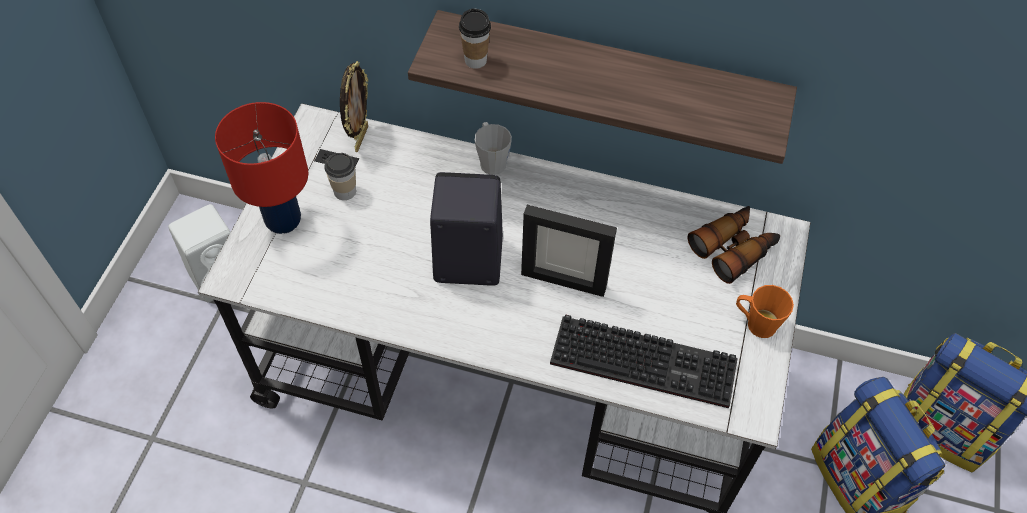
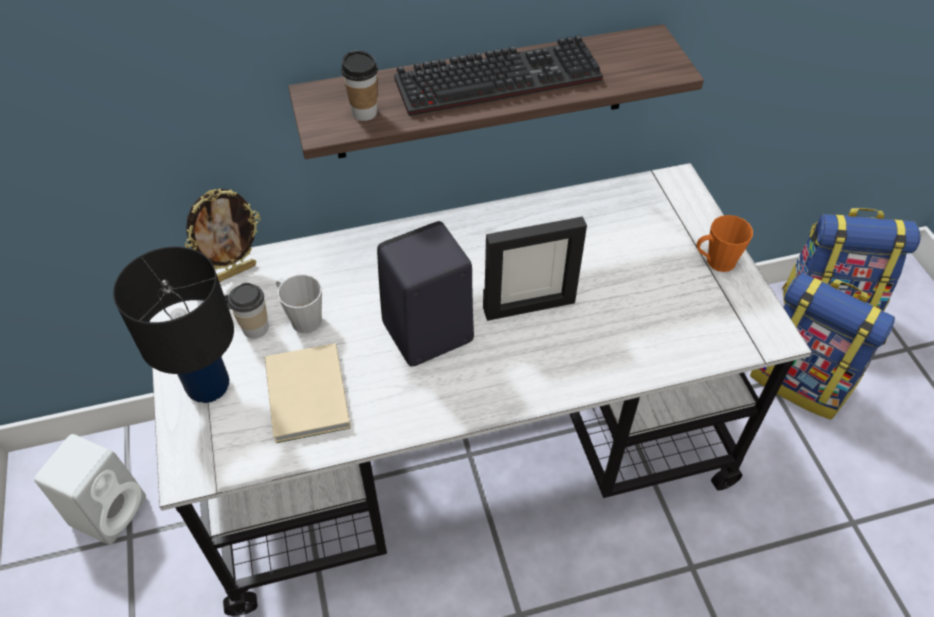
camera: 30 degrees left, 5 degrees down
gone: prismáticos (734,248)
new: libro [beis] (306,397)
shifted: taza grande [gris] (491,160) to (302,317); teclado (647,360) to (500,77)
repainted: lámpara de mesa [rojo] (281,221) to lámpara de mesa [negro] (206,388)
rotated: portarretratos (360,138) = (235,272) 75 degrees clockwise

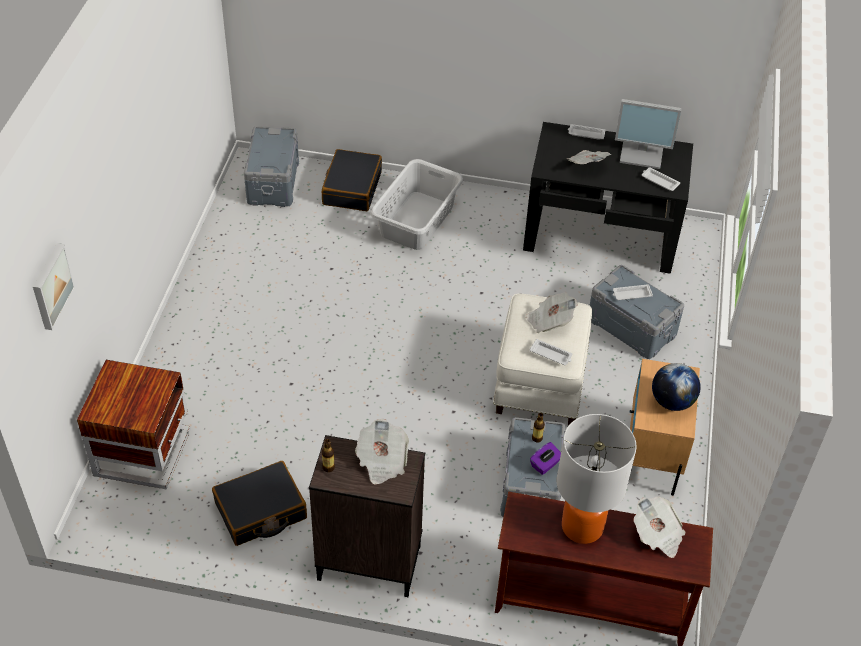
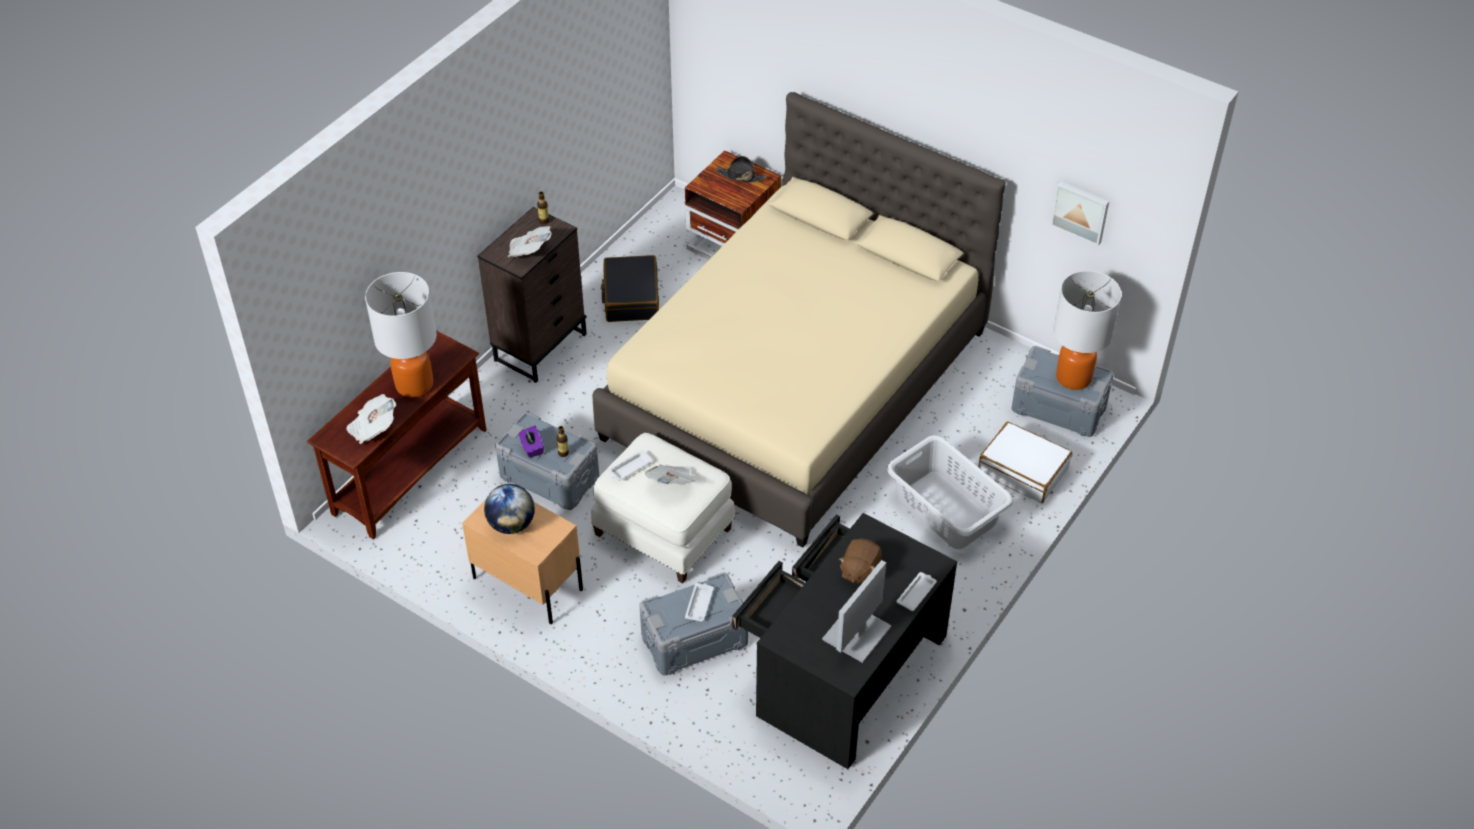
camera: 115 degrees right, 0 degrees up
gone: bandeja [blanco] (659,181)
new: cama [beis] (797,384); sombrero [negro] (741,176); lámpara de mesa (1074,377)
shifted: cuadro (51,286) to (1080,211)
swapped: periódico (587,165) to peluche [marrón] (859,571)
repainted: maleta [negro] (351,188) to maleta [blanco] (1023,470)

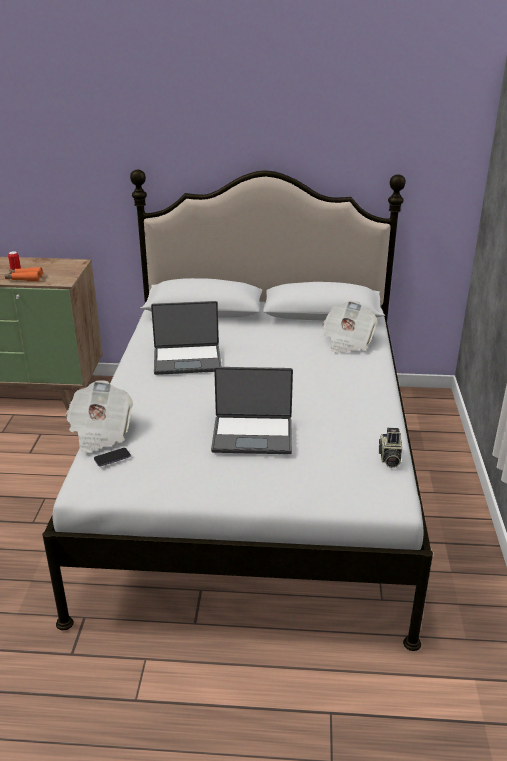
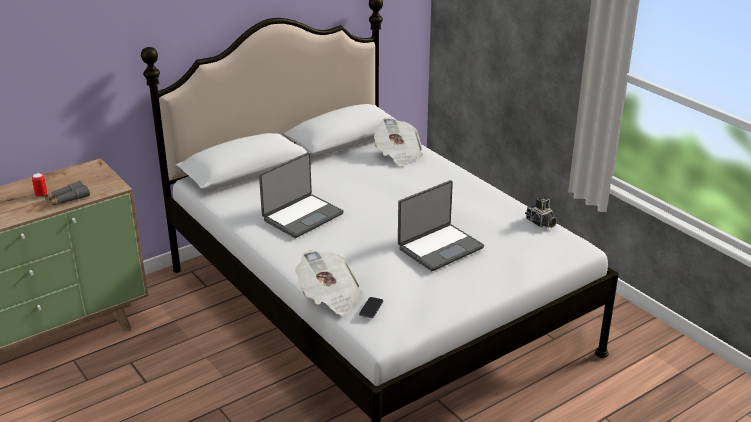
camera: 40 degrees left, 0 degrees up
repainted: prismáticos [naranja] (24,278) to prismáticos [gris] (67,199)

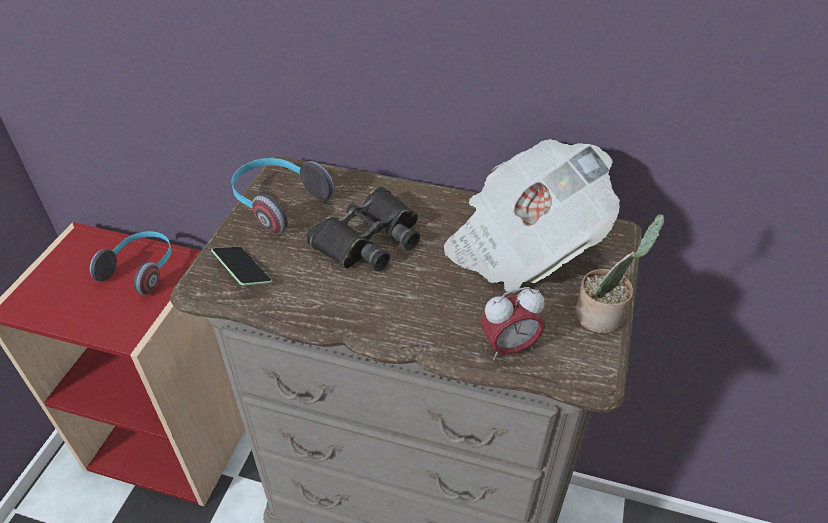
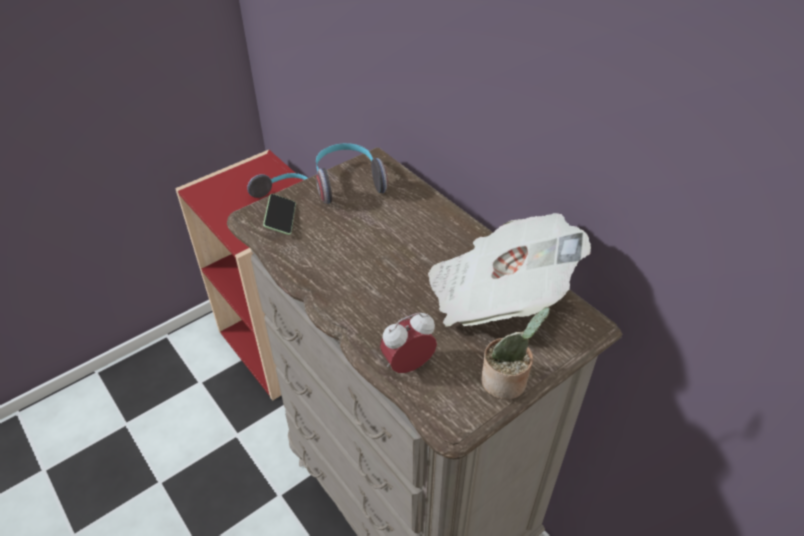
camera: 35 degrees right, 0 degrees up
gone: prismáticos [negro] (369,239)
rotated: despertador (509,347) = (408,365) 135 degrees clockwise

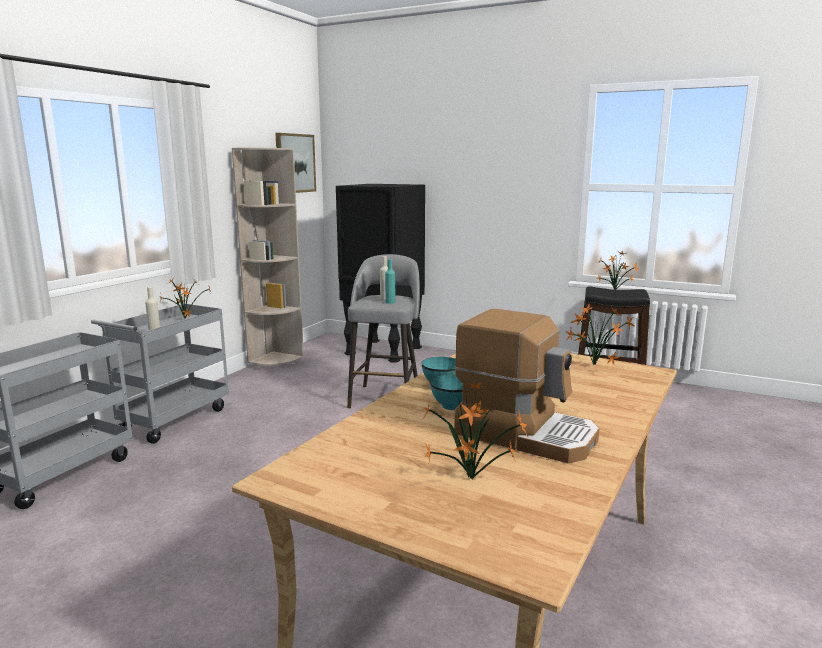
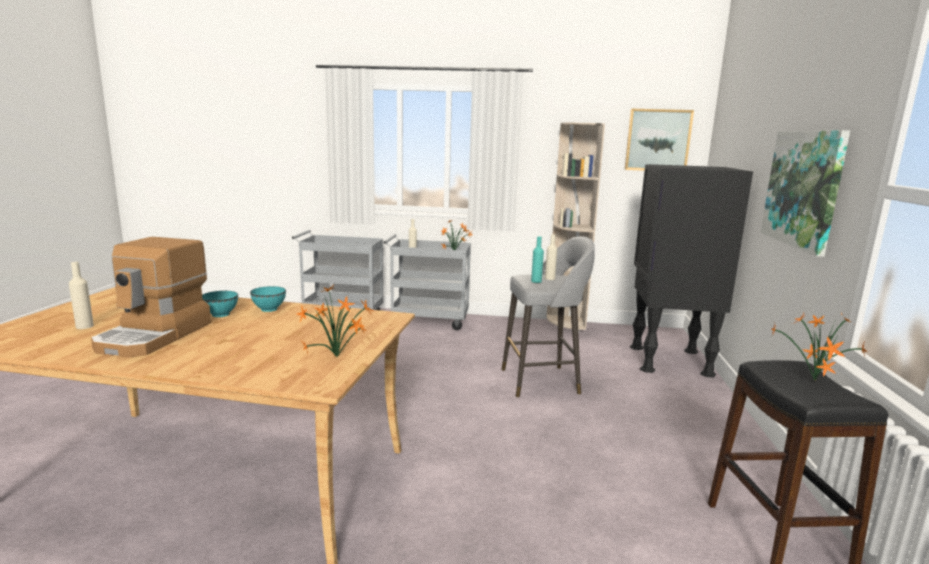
camera: 70 degrees right, 0 degrees up
new: cuadro (803,188)
swapped: planta en maceta (474,480) to botella [beis] (84,326)

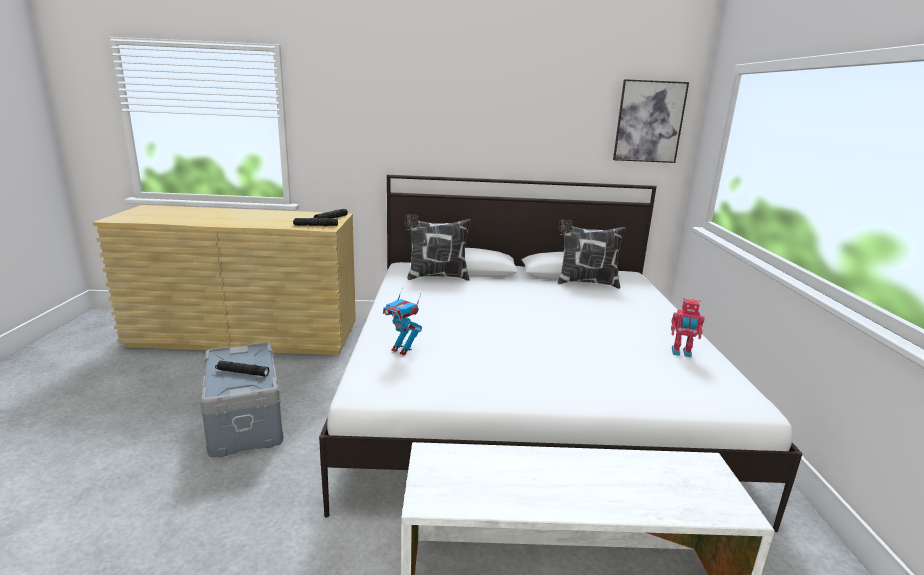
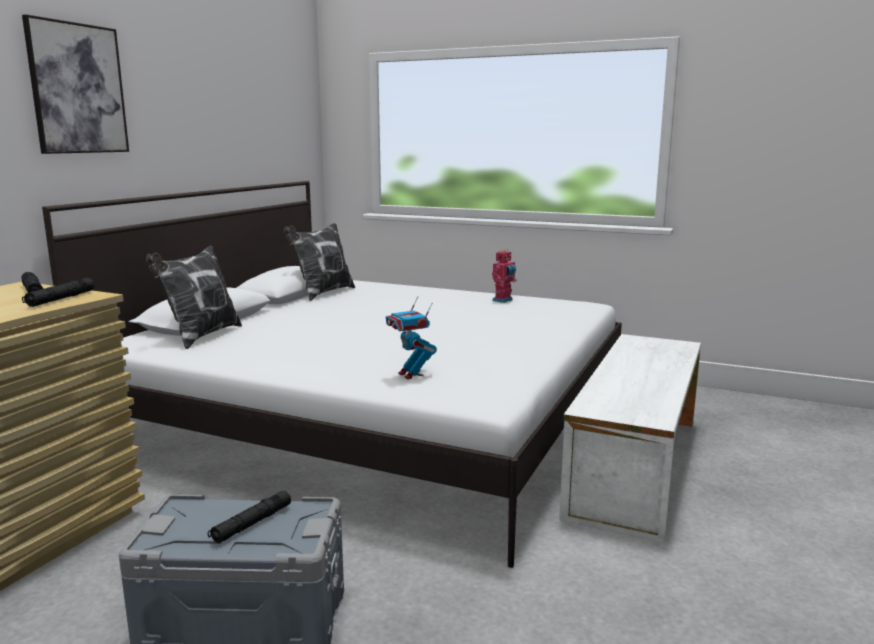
camera: 65 degrees left, 5 degrees down
shifted: cuadro (649,122) to (77,89)
rotated: robot de juguete (402,350) = (411,375) 90 degrees clockwise

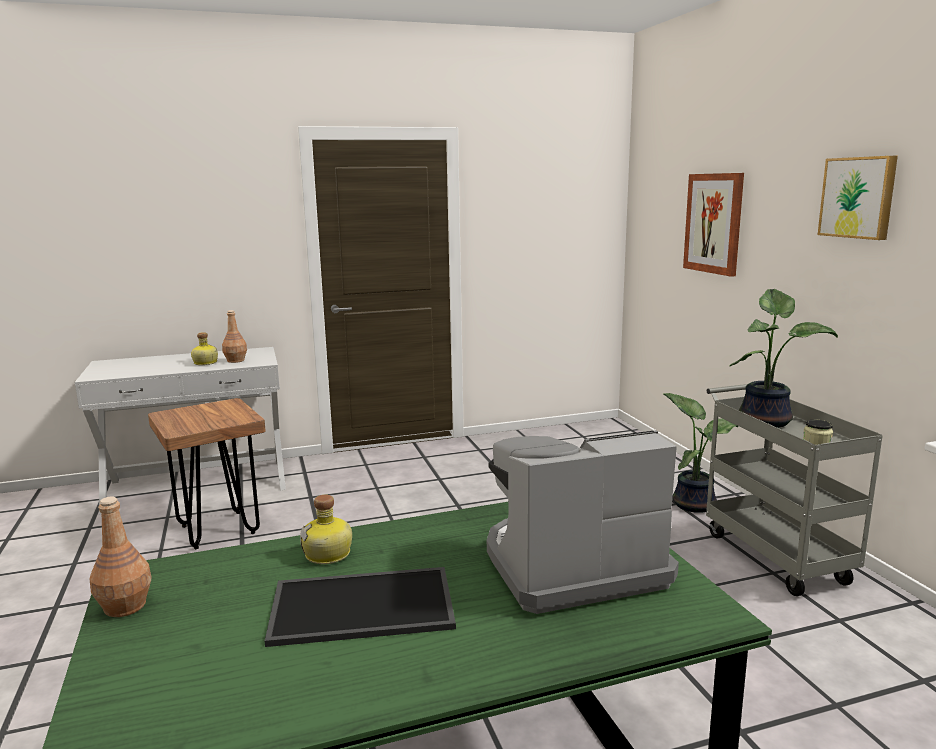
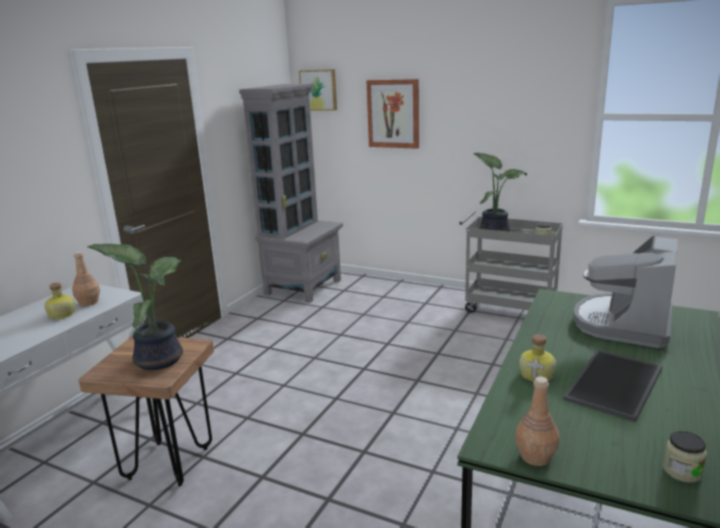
camera: 45 degrees left, 5 degrees up
new: armario [gris] (304,287); tarro (682,471)
shifted: planta en maceta (693,503) to (158,359); cuadro (858,197) to (319,90)

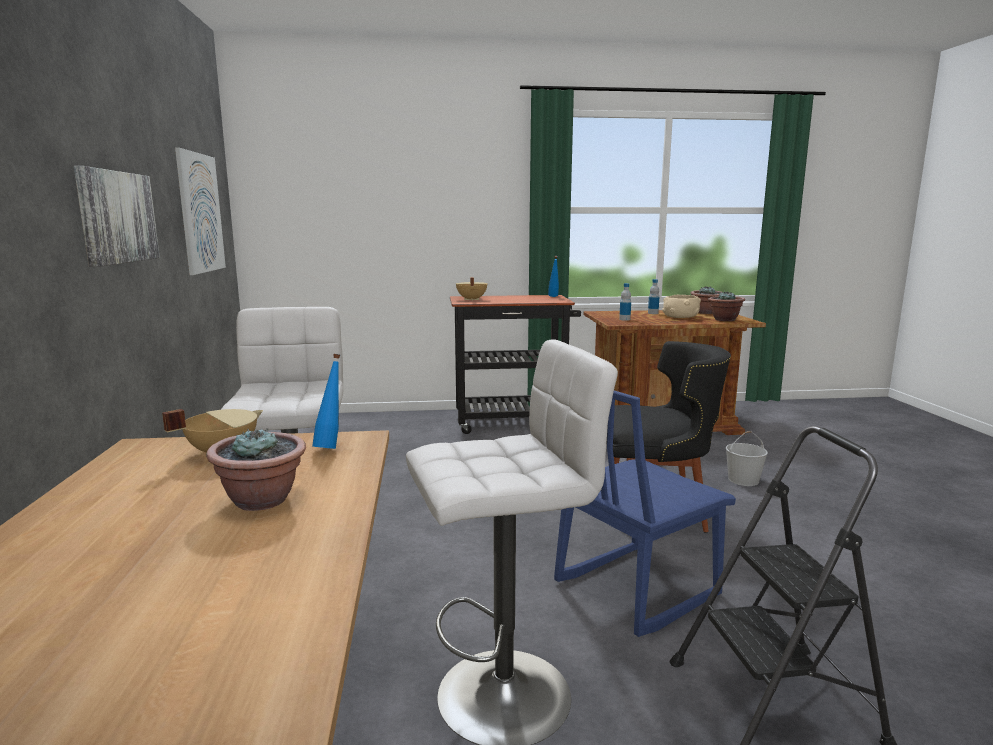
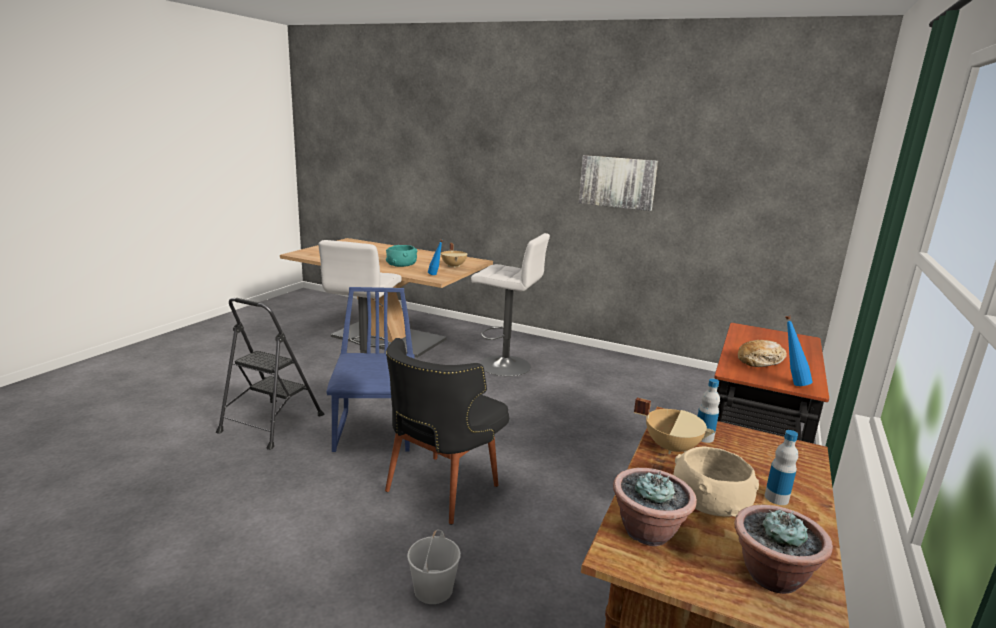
camera: 120 degrees right, 5 degrees up
gone: cuadro (201,213)
new: pan (760,361)
shifted: olla [beis] (471,299) to (671,447)
swapped: planta en maceta (262,500) to cuenco [turquesa] (402,265)

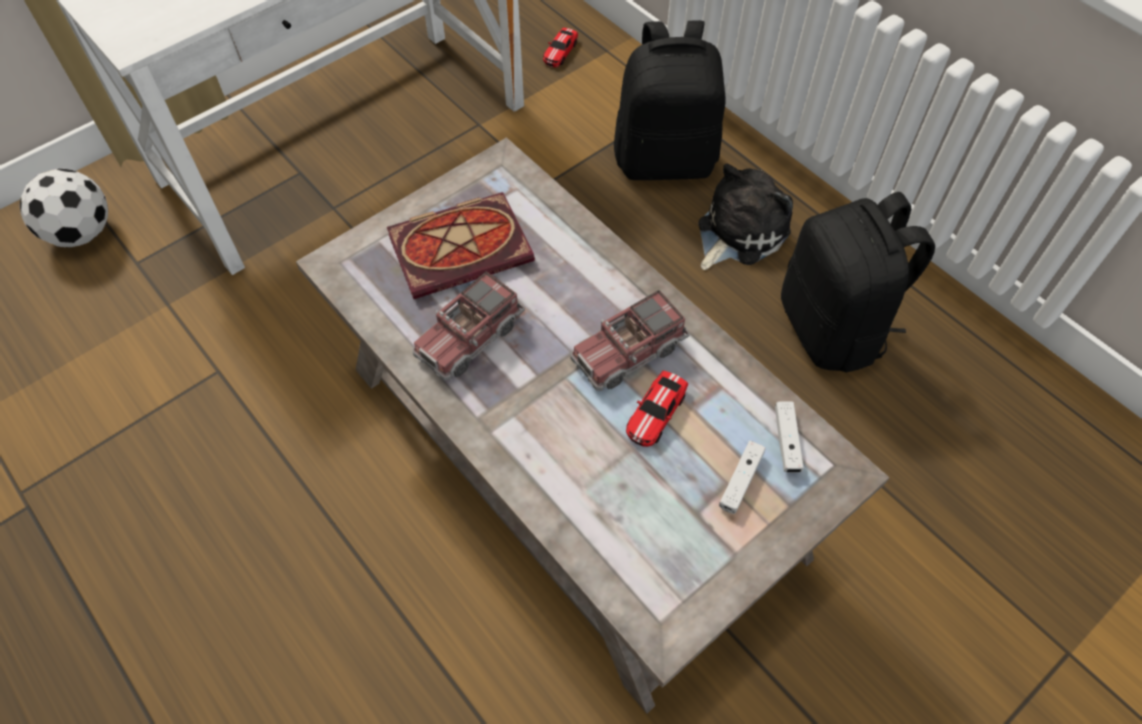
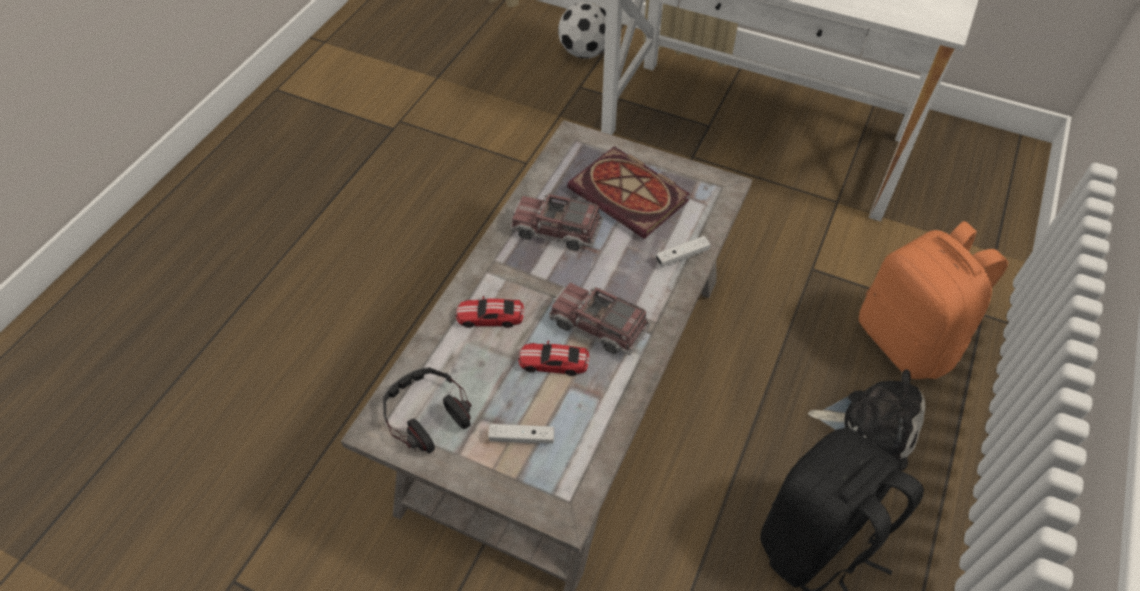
camera: 65 degrees right, 5 degrees down
new: auriculares (427,415)
shifted: coche de juguete (560,51) to (490,317); mando de consola [blanco] (786,441) to (682,256)
repainted: mochila [negro] (665,159) to mochila [naranja] (908,341)

